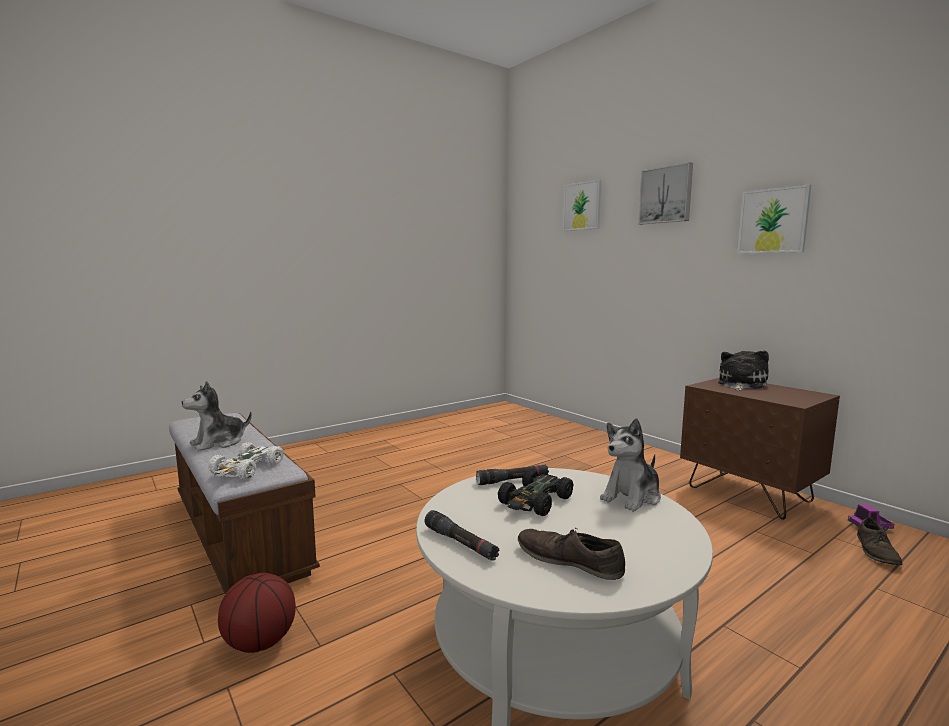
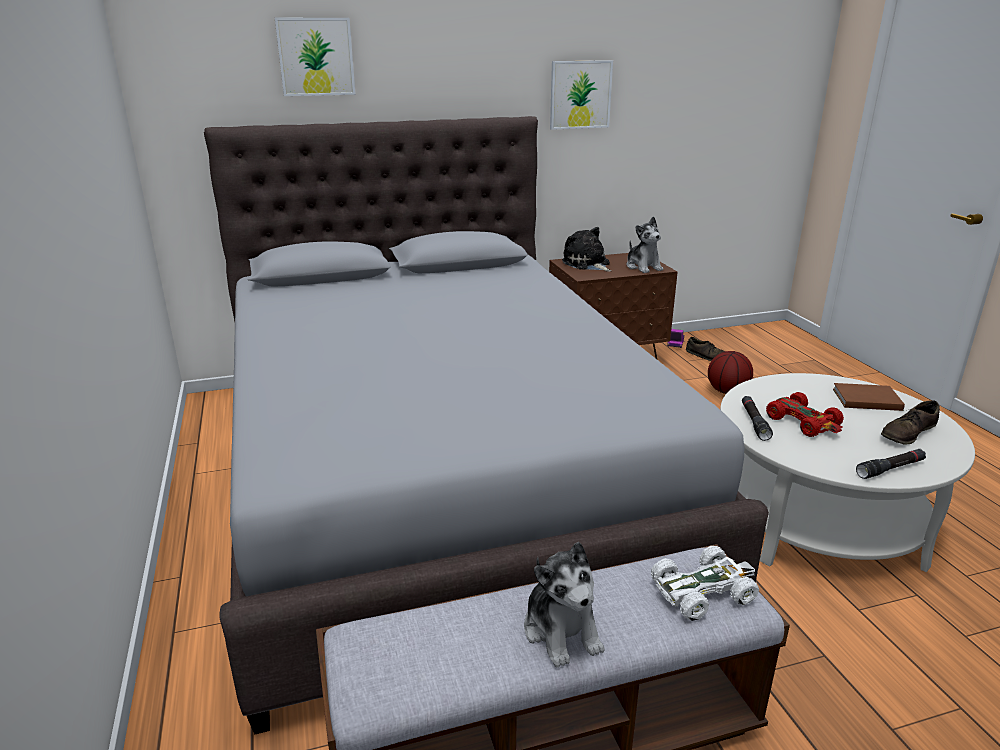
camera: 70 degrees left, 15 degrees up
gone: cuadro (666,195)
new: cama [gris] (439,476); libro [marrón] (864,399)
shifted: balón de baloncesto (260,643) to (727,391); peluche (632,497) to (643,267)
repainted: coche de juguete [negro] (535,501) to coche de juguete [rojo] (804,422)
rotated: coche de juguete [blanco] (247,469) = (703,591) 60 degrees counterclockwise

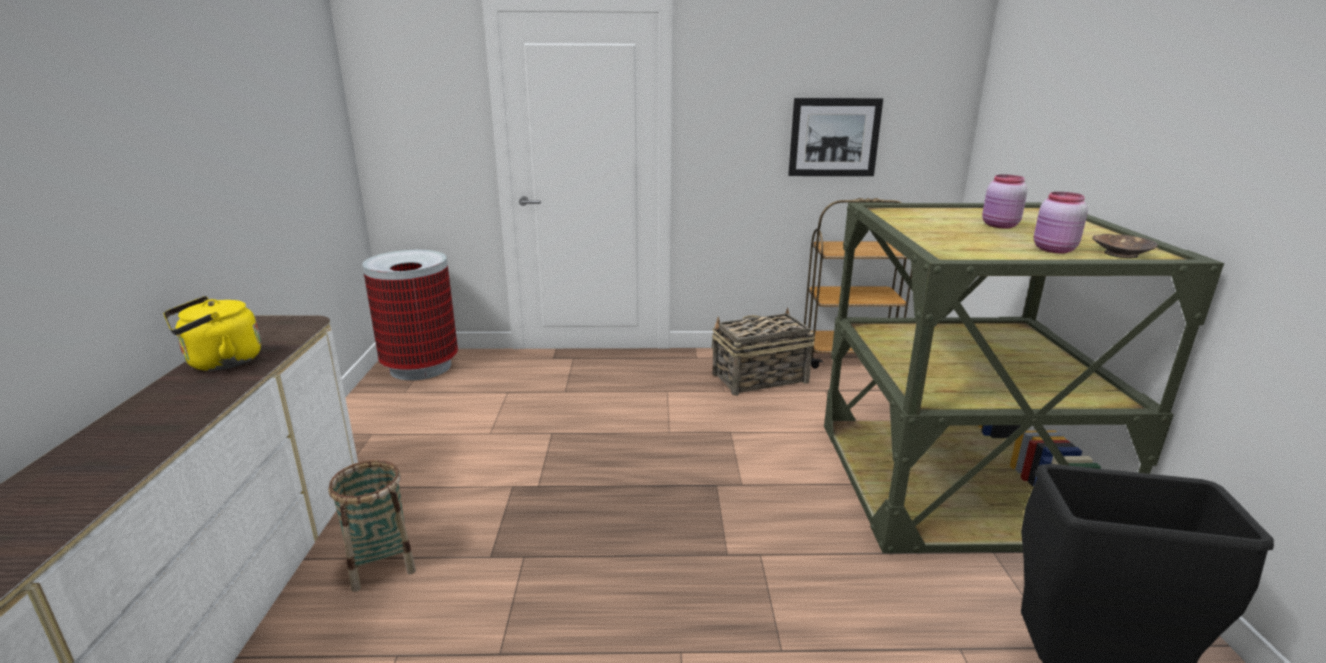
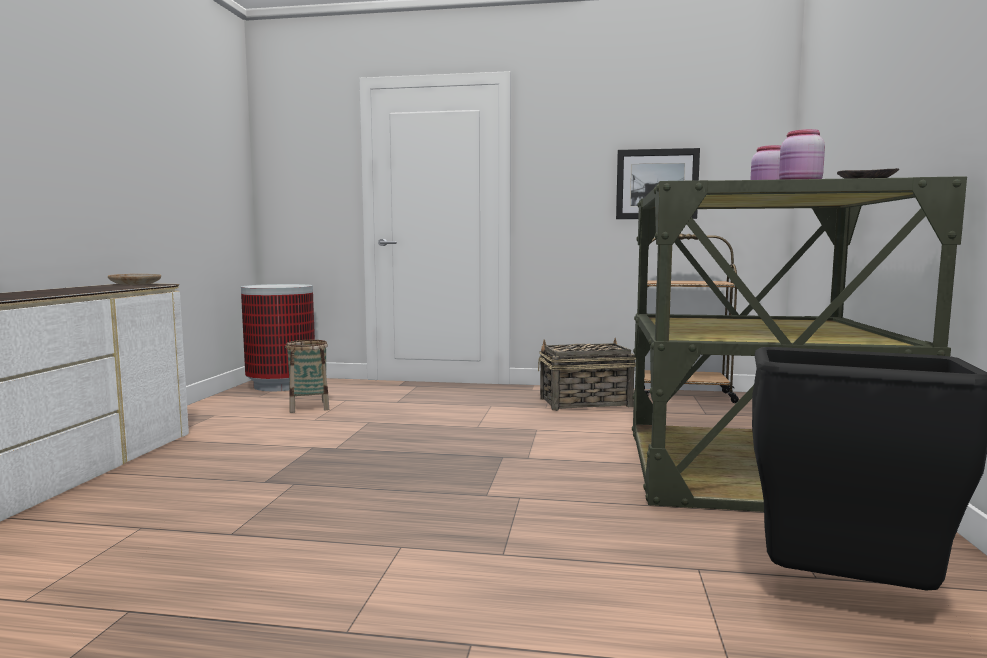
camera: 10 degrees right, 15 degrees down
gone: hervidor [amarillo] (220,363)
new: plato [beis] (135,284)
shifted: cesta (381,564) to (309,407)

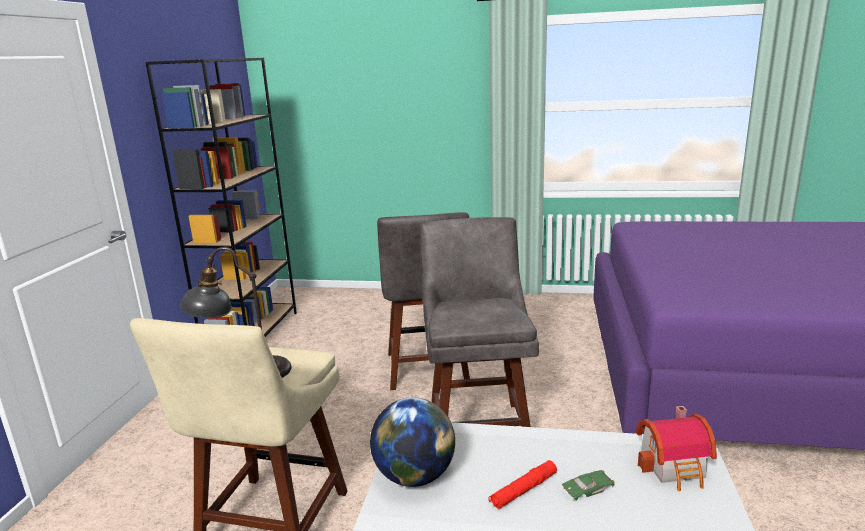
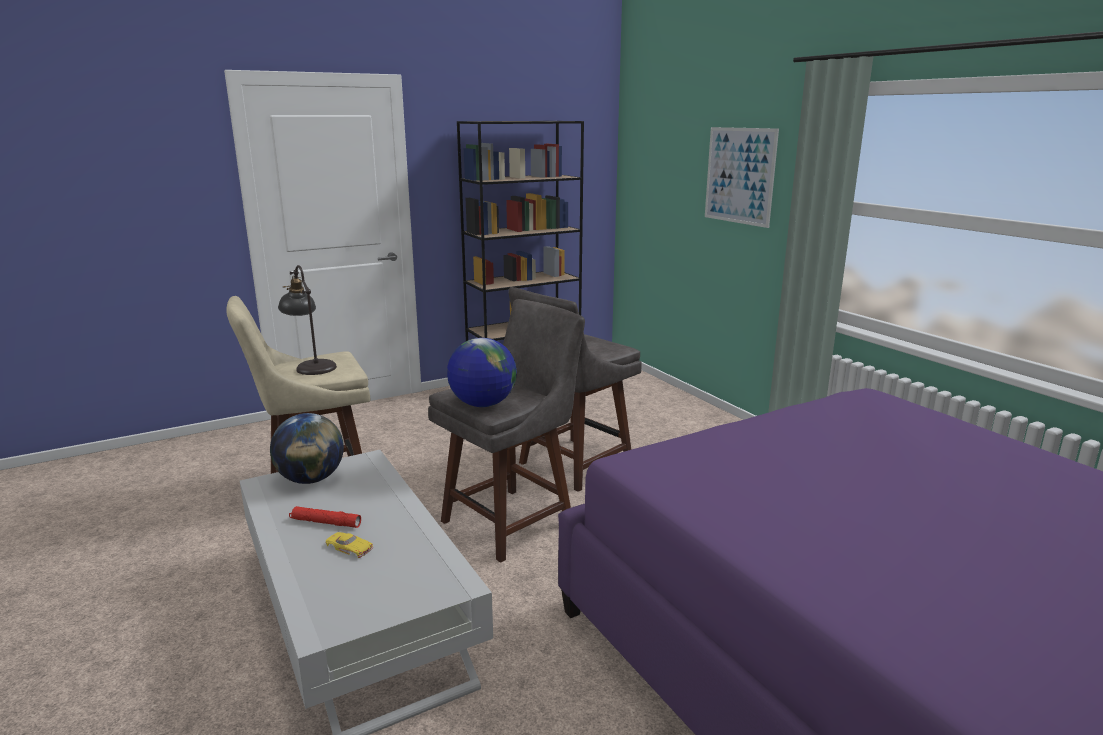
camera: 50 degrees right, 0 degrees up
gone: casita (676,467)
new: globo terráqueo (482,404); cuadro (739,175)
repainted: coche de juguete [verde] (587,488) to coche de juguete [amarillo] (349,548)

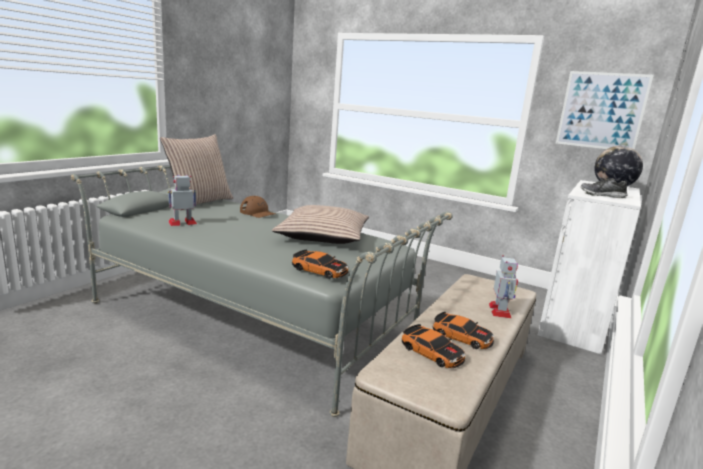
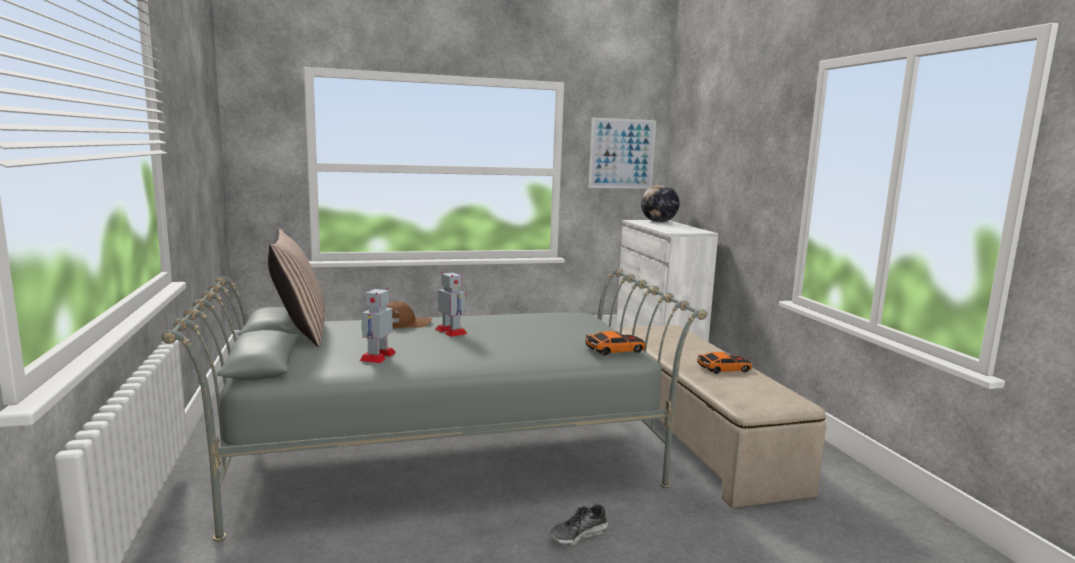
camera: 45 degrees left, 5 degrees down
gone: cojín (323,236); coche de juguete (433,352)
shifted: robot de juguete (500,311) to (451,331); zapato (602,195) to (578,535)

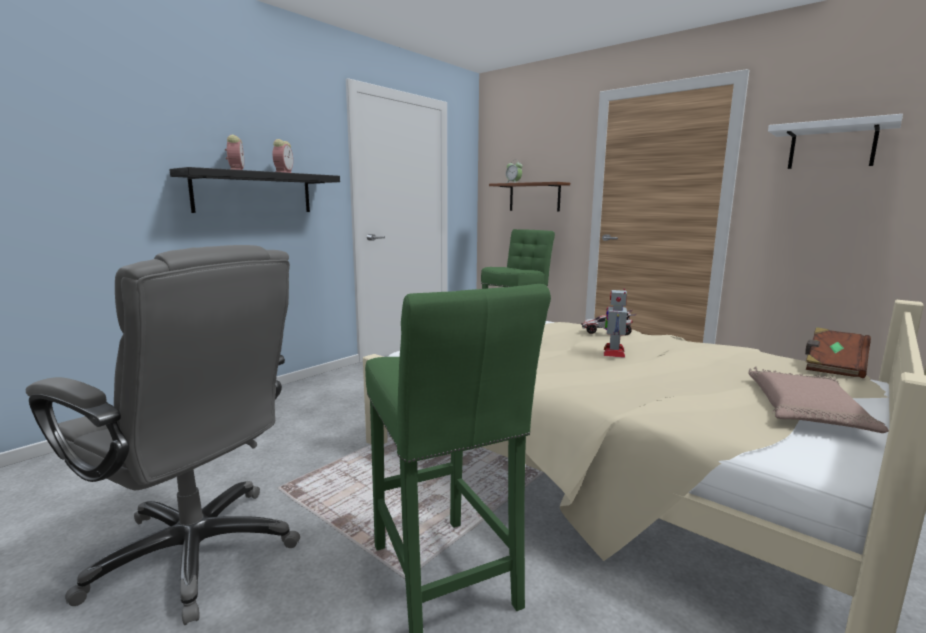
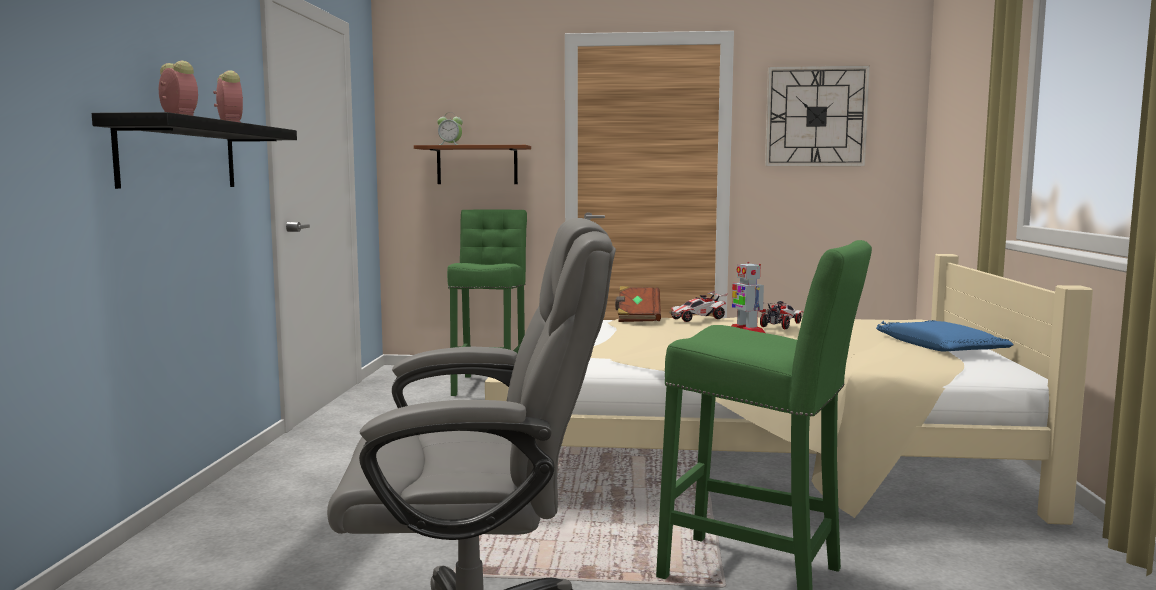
camera: 35 degrees left, 5 degrees down
new: coche de juguete (781,325)
shifted: libro [marrón] (833,366) to (637,317)
swapped: estante [blanco] (831,147) to reloj de pared (816,116)
repainted: cojín [beis] (806,408) to cojín [azul] (940,345)

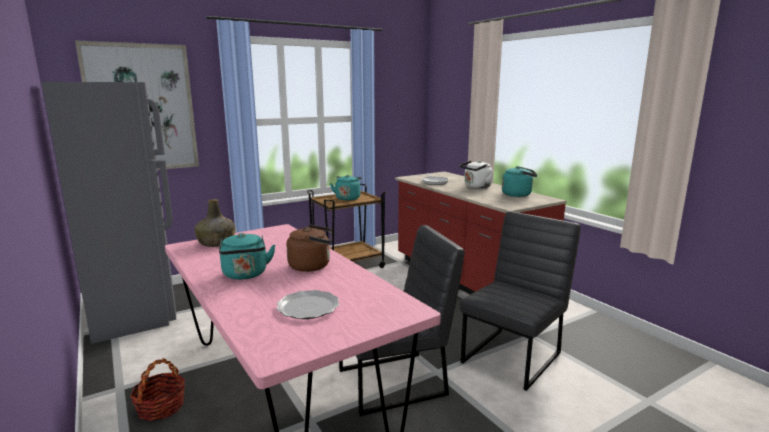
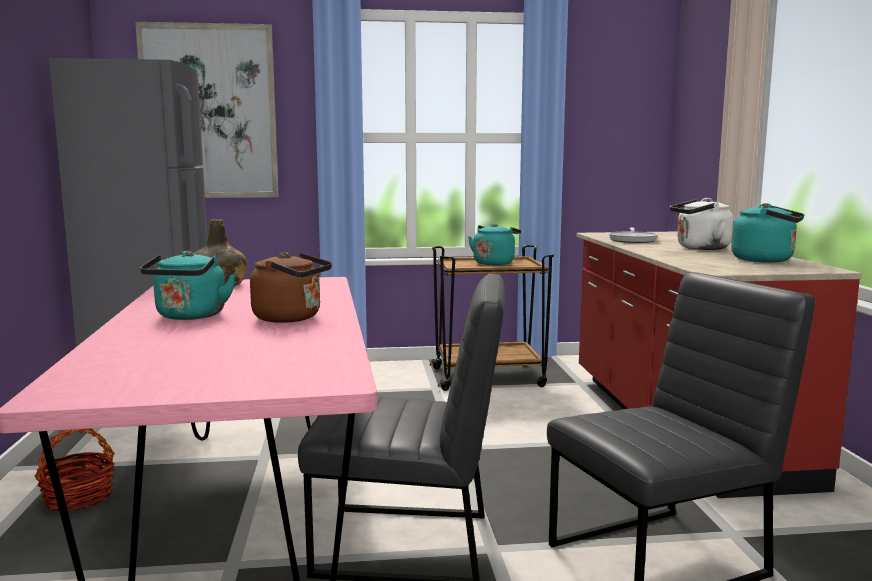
camera: 25 degrees right, 5 degrees down
gone: plato (308,307)

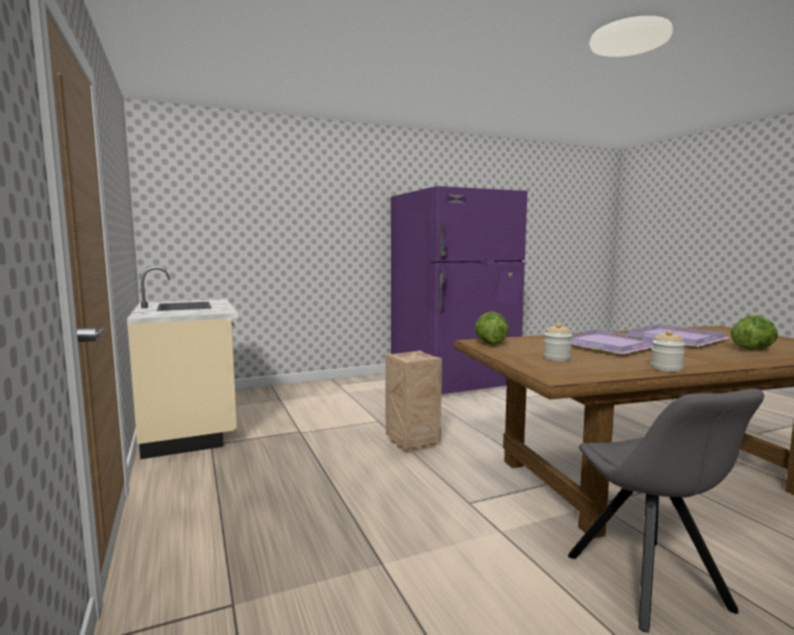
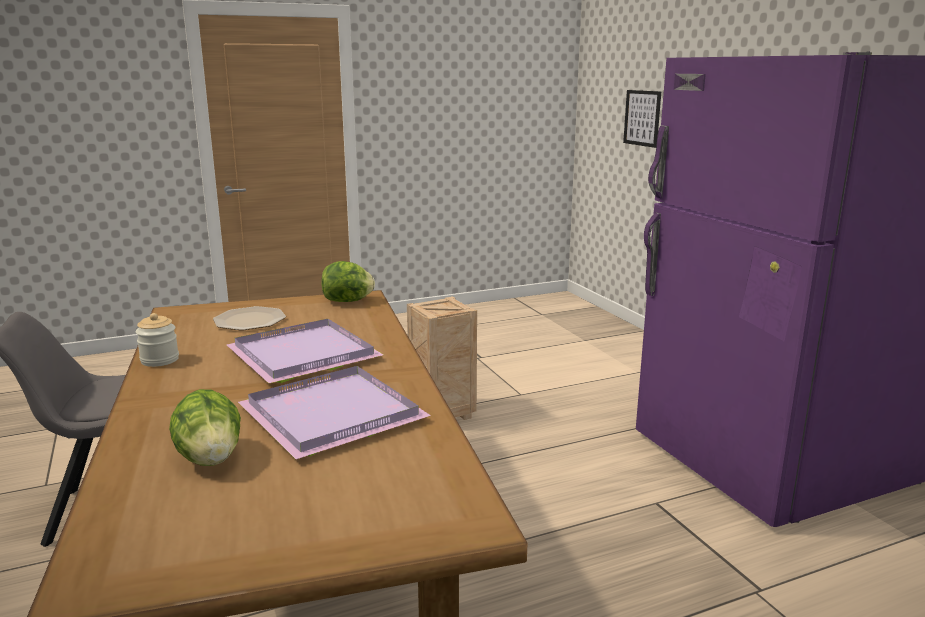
camera: 90 degrees right, 10 degrees up
gone: mueble bajo de cocina [beis] (192,428)
new: cuadro (642,118)
swapped: tarro (557,358) to plato (250,320)

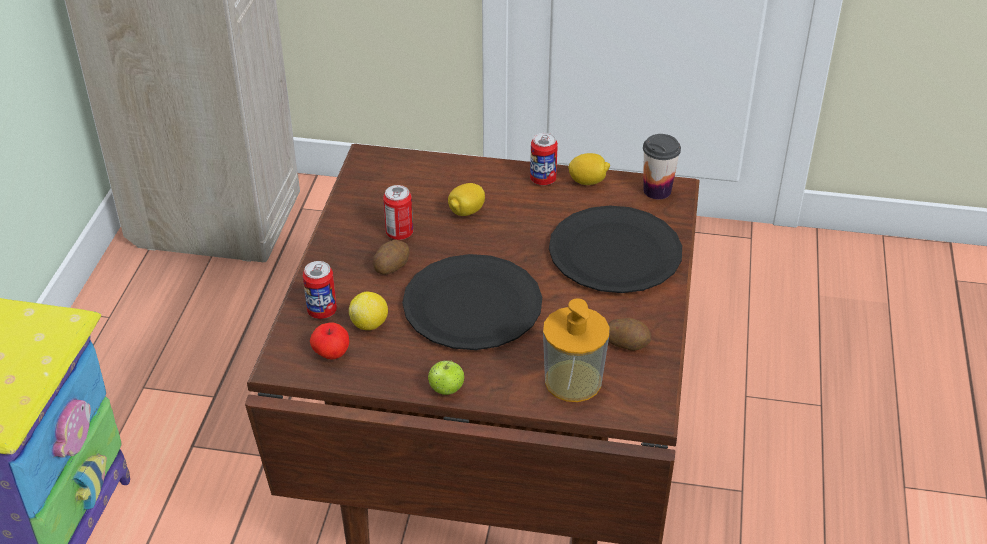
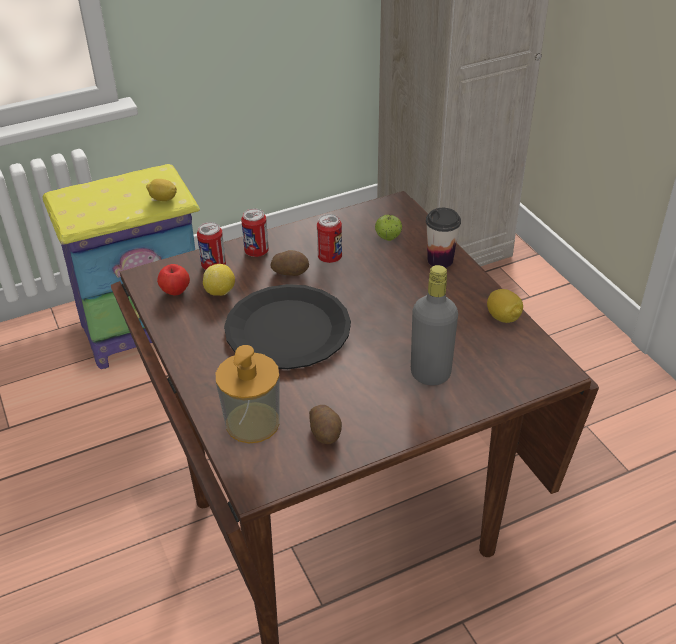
camera: 55 degrees right, 0 degrees up
shifted: manzana (446,390) to (388,238); limón (466,211) to (163,199); lata (543,179) to (256,252); taza (657,190) to (440,260)
swapped: plato [negro] (614,252) to botella [gris] (430,374)

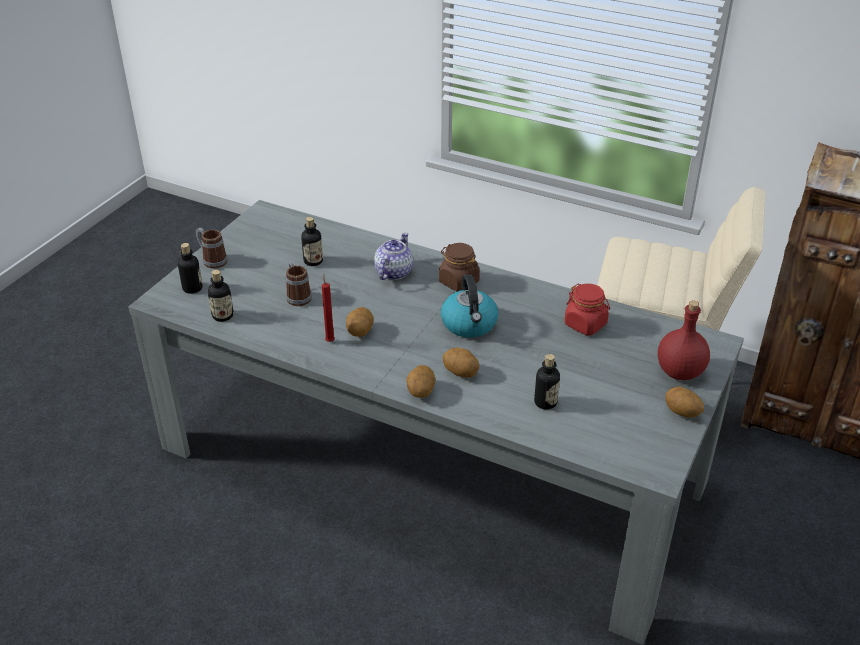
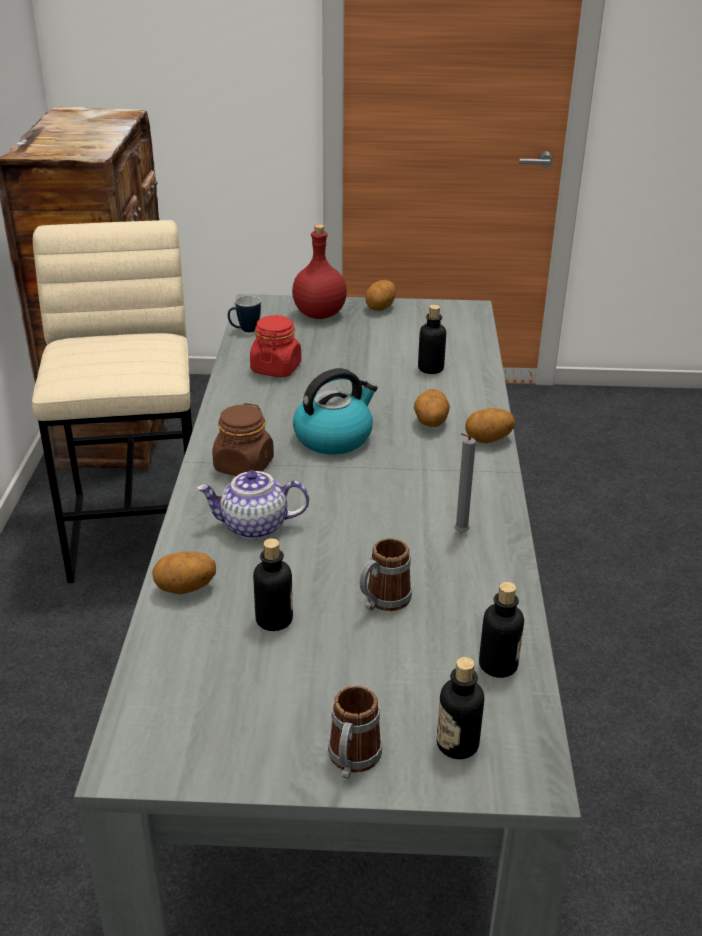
camera: 115 degrees left, 5 degrees down
new: taza grande (244,330)
shifted: patata (359,332) to (185,589)
repainted: vela [rojo] (330,340) to vela [gris] (459,533)

